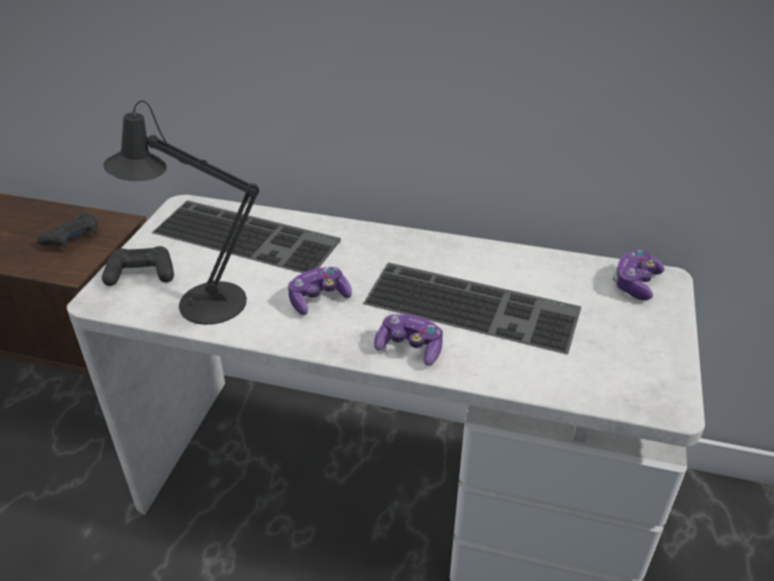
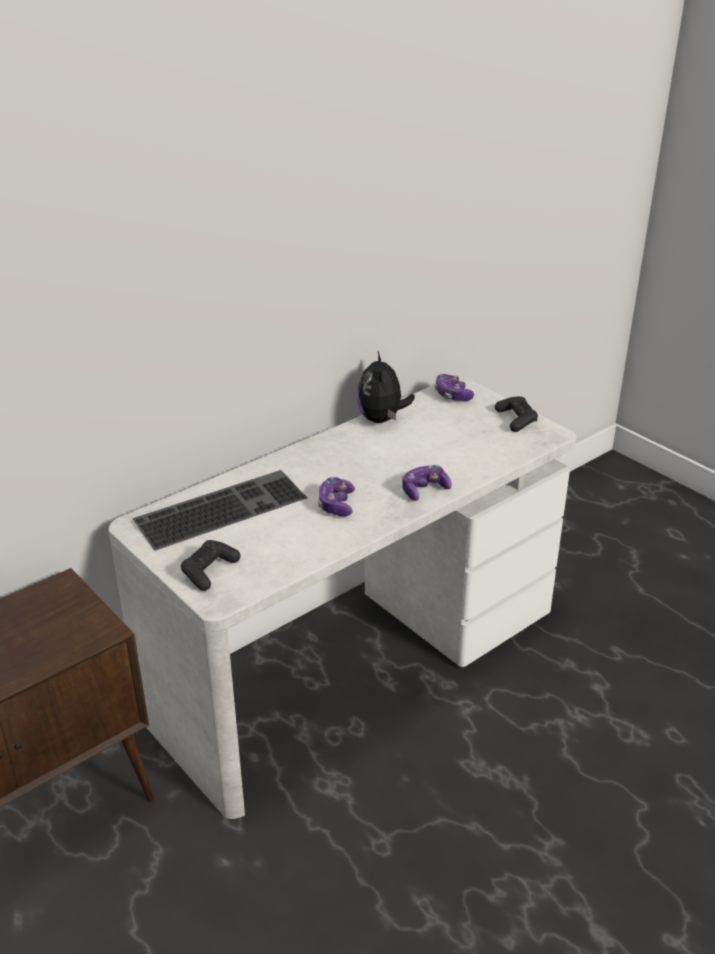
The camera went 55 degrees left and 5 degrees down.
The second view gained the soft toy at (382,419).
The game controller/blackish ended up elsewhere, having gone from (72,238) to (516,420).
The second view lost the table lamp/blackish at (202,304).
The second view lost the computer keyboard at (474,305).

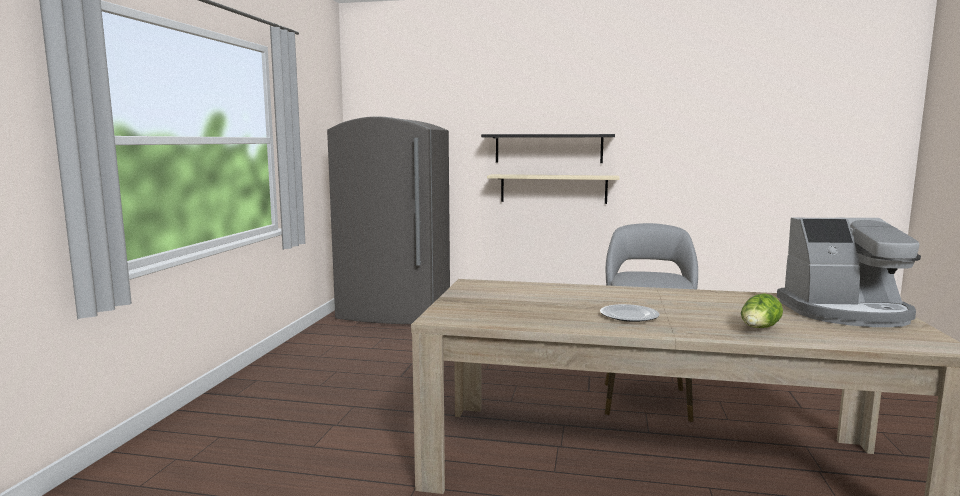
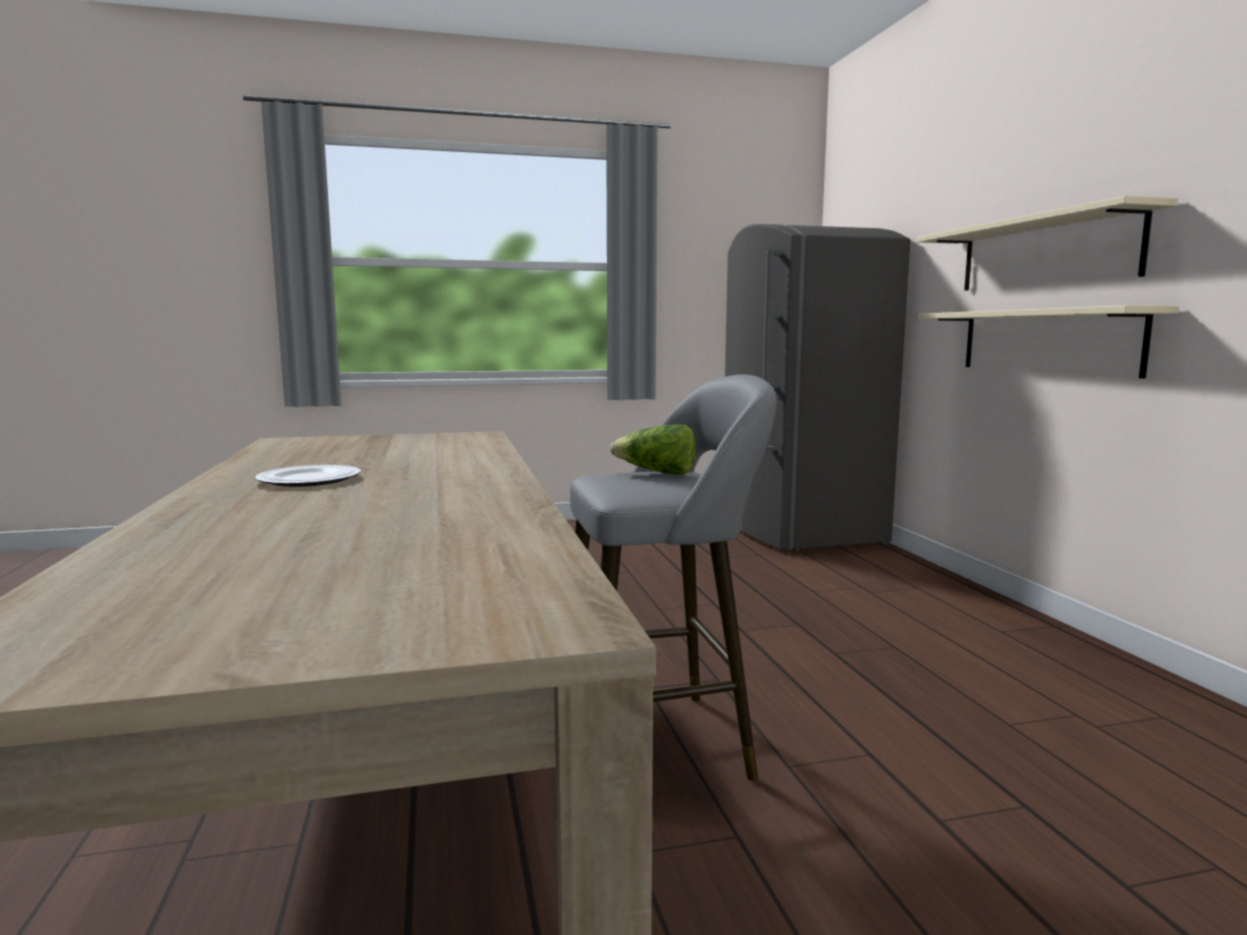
The camera went 65 degrees right and 0 degrees up.
The lettuce head ended up elsewhere, having gone from (759,329) to (657,473).
What was the bracket shelf/blackish at (548,148) turned into the bracket shelf/beige at (1045,253).
The second view lost the coffee machine at (846,312).

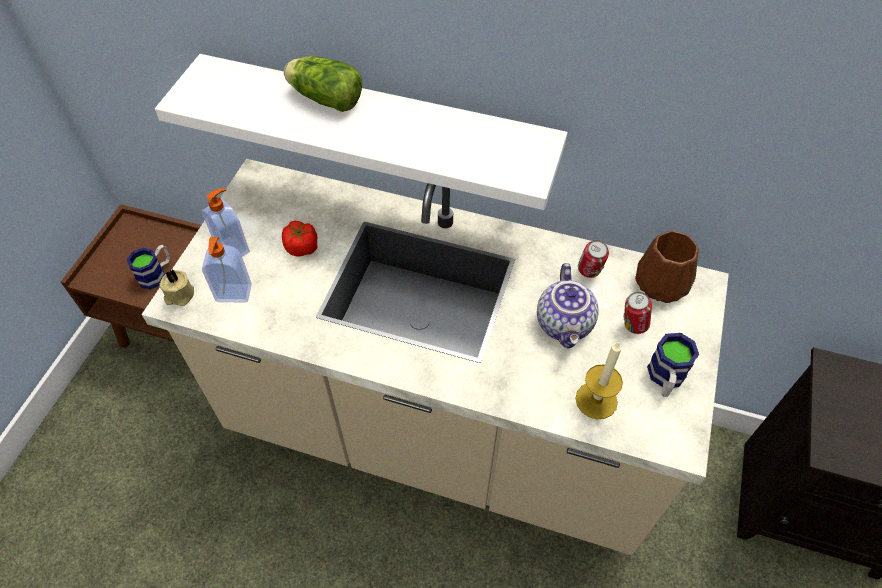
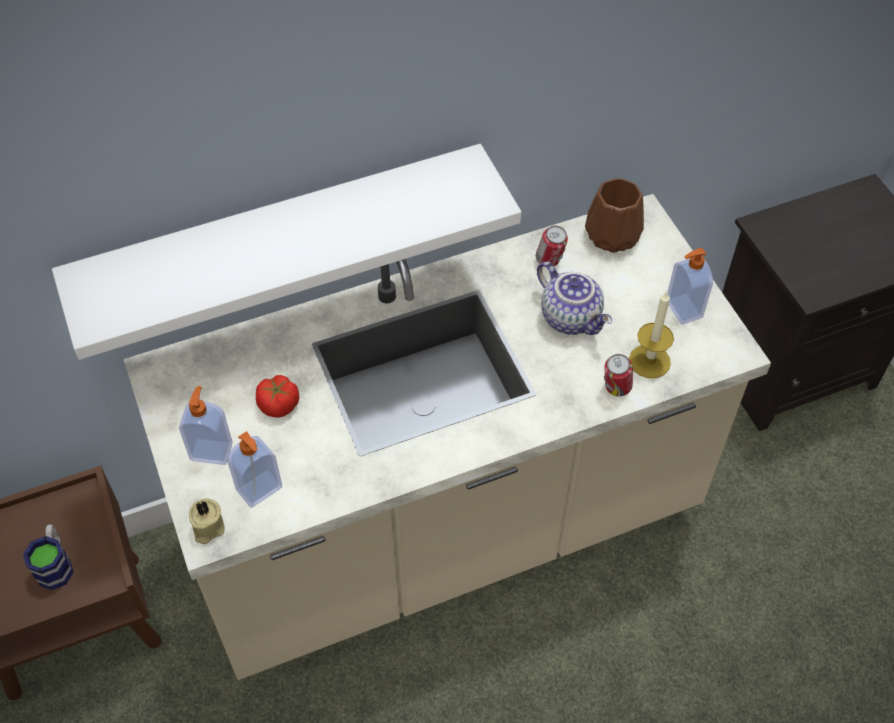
The camera went 40 degrees left and 0 degrees up.
The sealed can ended up elsewhere, having gone from (632,326) to (615,389).
Where the tea mug stood at (665,379), the soap bottle came to stand at (682,309).
The second view lost the lettuce head at (324,98).

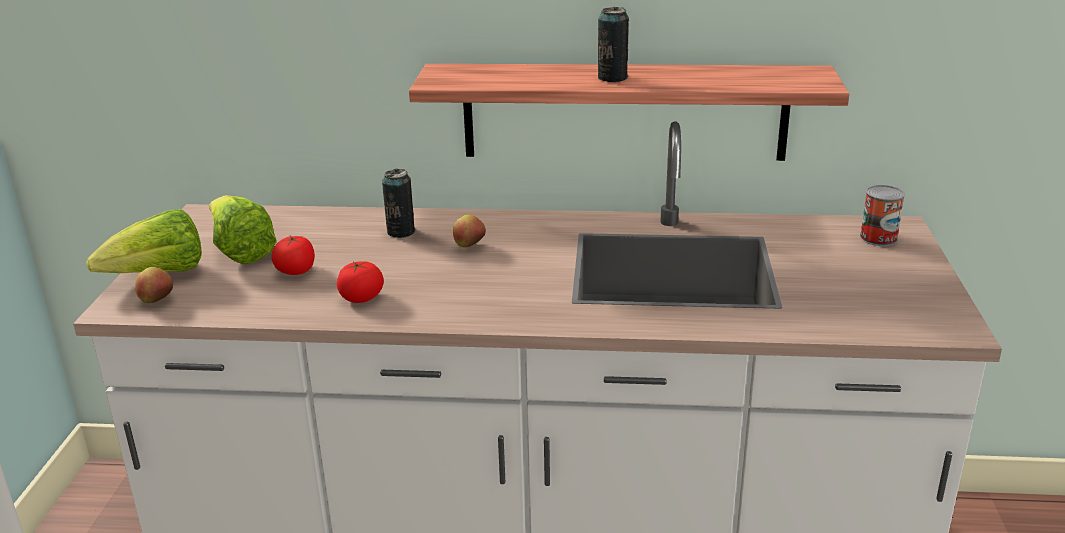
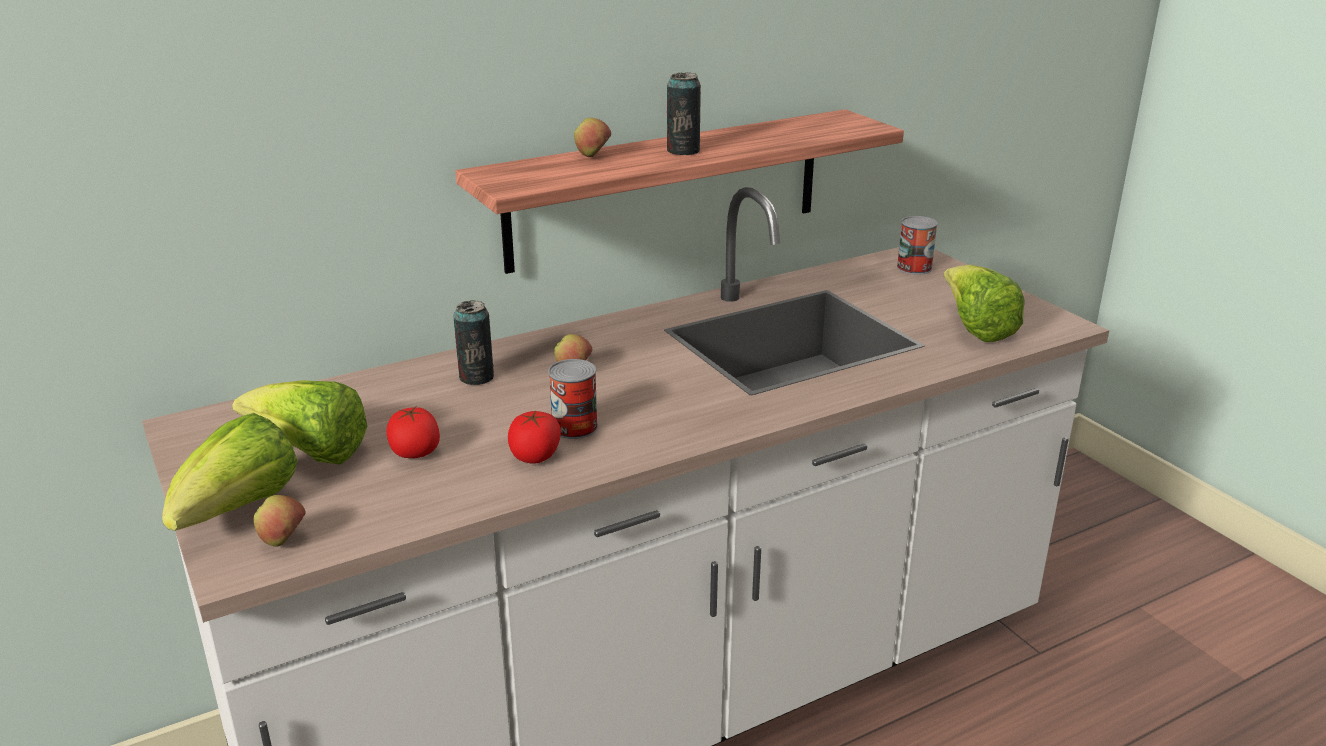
The camera went 35 degrees left and 0 degrees up.
The second view gained the sealed can at (574,427).
The second view gained the whole apple at (592,156).
The second view gained the lettuce head at (975,328).

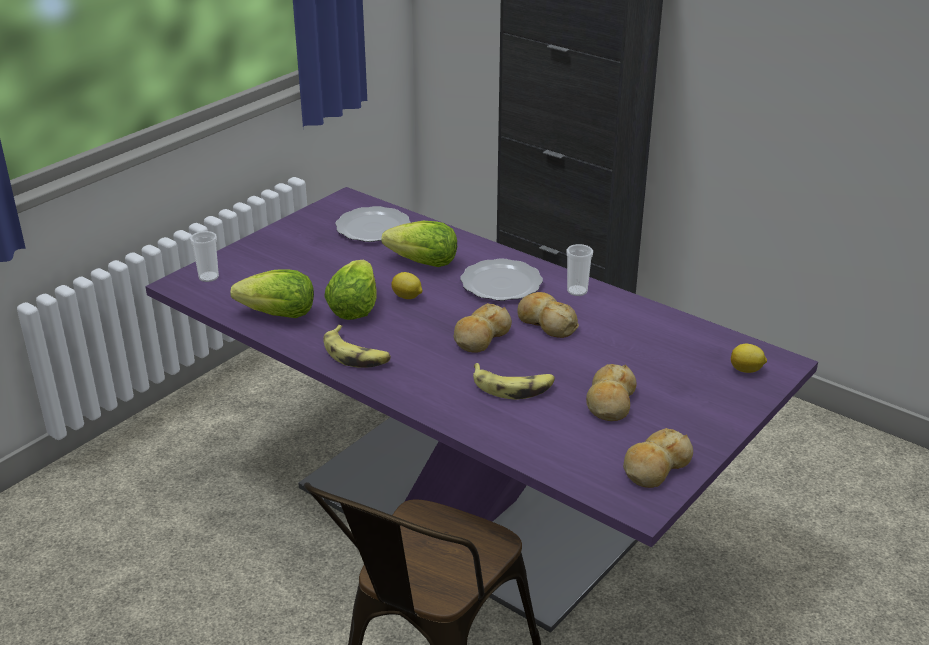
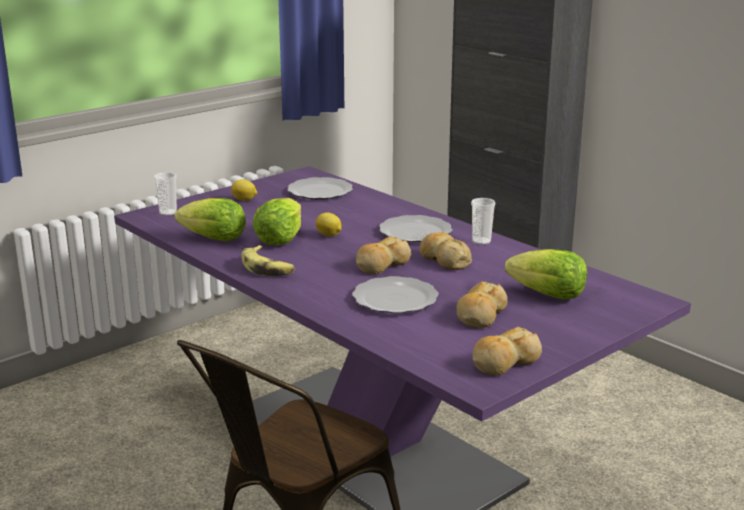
The camera went 10 degrees right and 10 degrees down.
The lemon ended up elsewhere, having gone from (746,370) to (244,200).
Where the whole banana stood at (513,387), the flat dish came to stand at (396,298).
The lettuce head ended up elsewhere, having gone from (423,263) to (548,295).

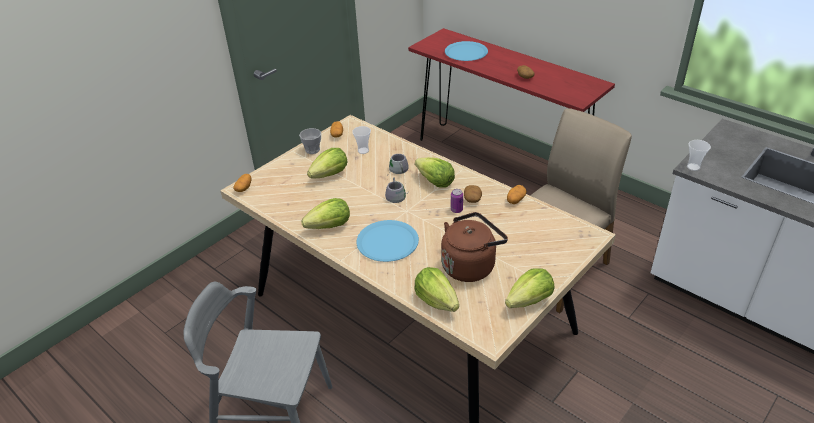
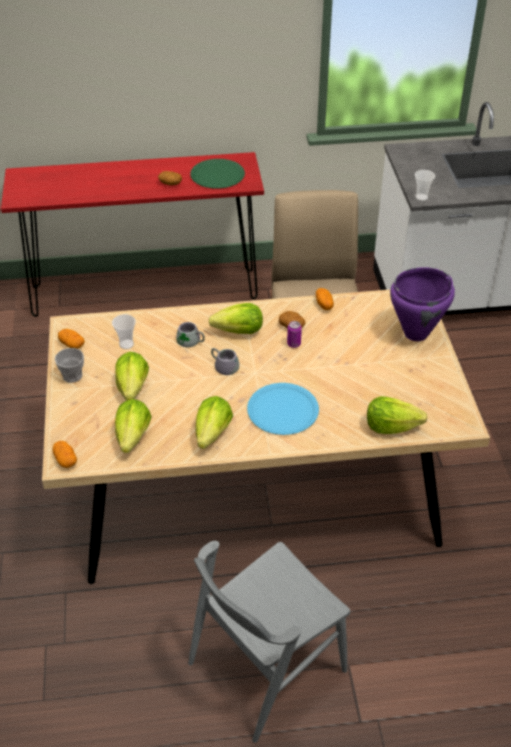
The camera went 50 degrees left and 5 degrees up.
The lettuce head ended up elsewhere, having gone from (529,301) to (133,436).
The second view gained the flat dish/green at (217,175).
The second view gained the saucepot/purple-coloured at (416,333).
The second view lost the water kettle/brown at (470,265).
The second view lost the flat dish/bluish at (466,52).

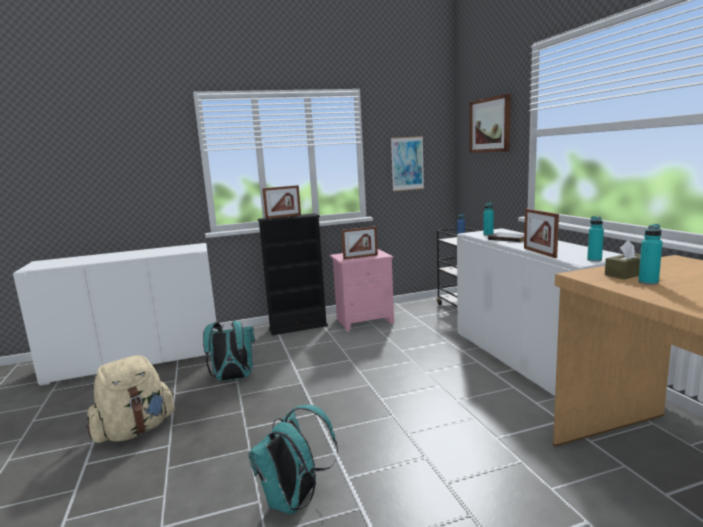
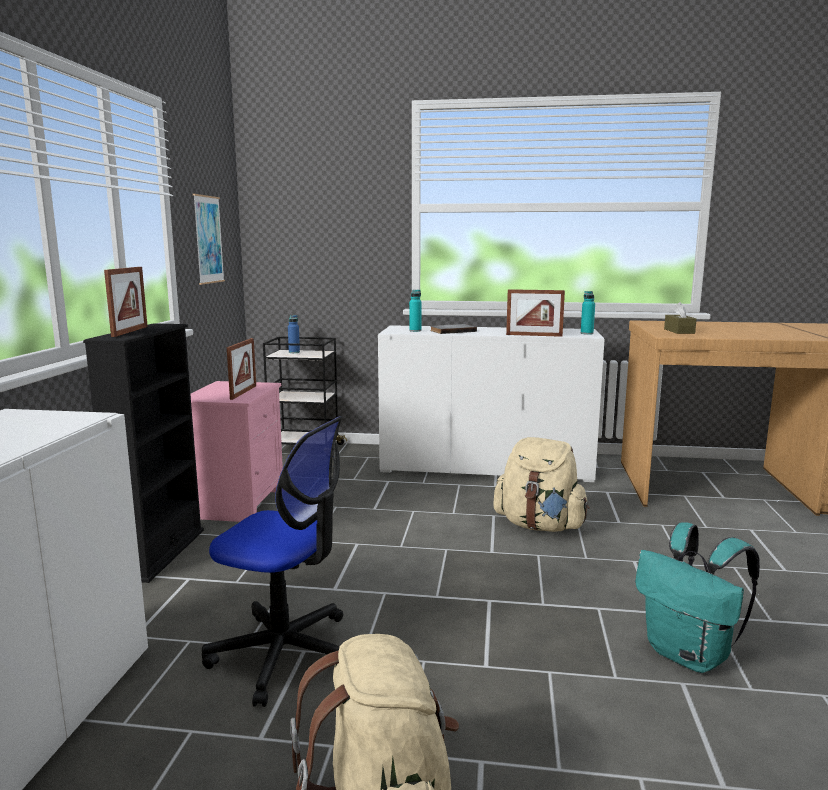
The camera went 65 degrees left and 0 degrees up.
Where the rucksack/turquoise-coloured stood at (232,378), the office chair came to stand at (285,653).
The second view gained the rucksack/beige at (540,525).
The second view lost the wall art at (490,125).
The second view lost the bottle/turquoise-coloured at (648,282).

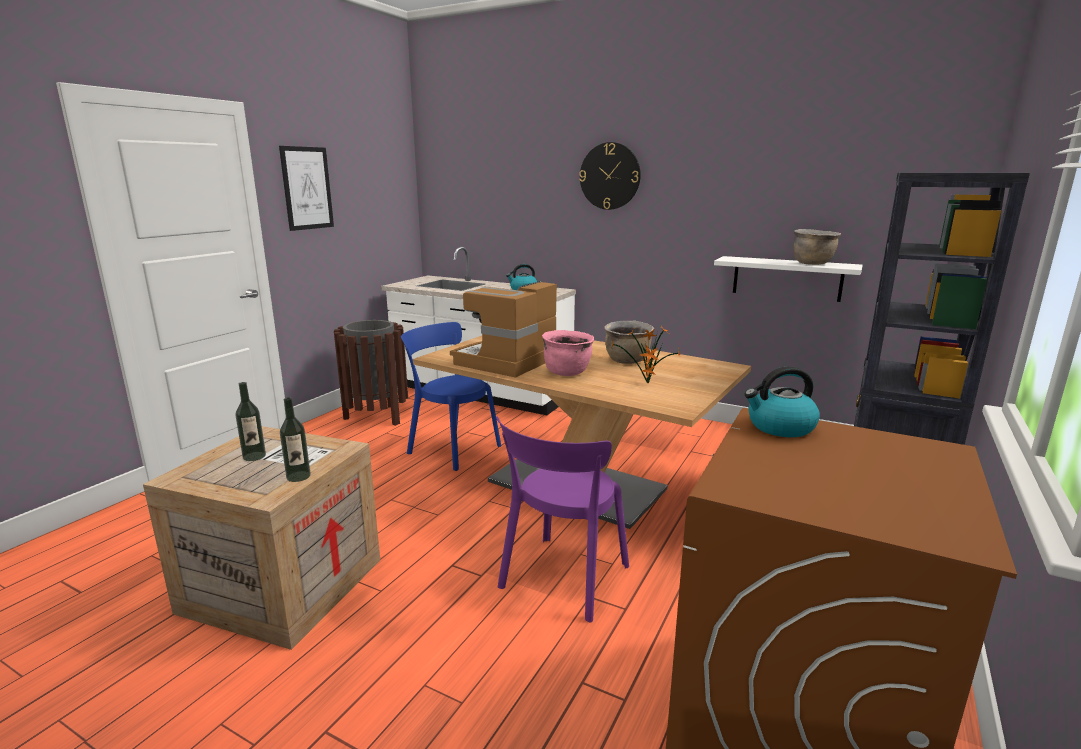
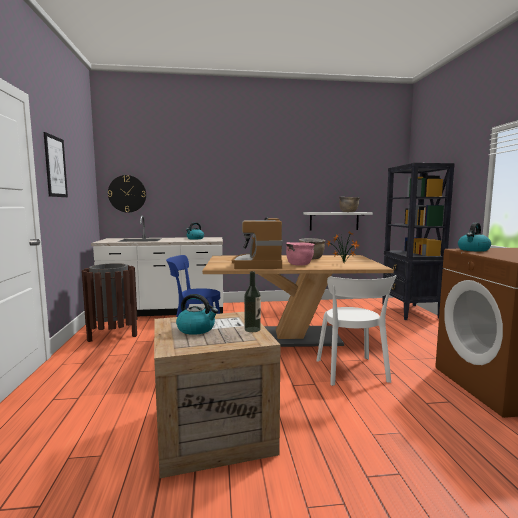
The camera went 35 degrees left and 10 degrees down.
The hanging clock ended up elsewhere, having gone from (610,176) to (127,194).
Where the bottle stood at (254,456), the water kettle came to stand at (196,329).
What was the chair/purple-coloured at (562,580) turned into the chair/white-coloured at (352,372).

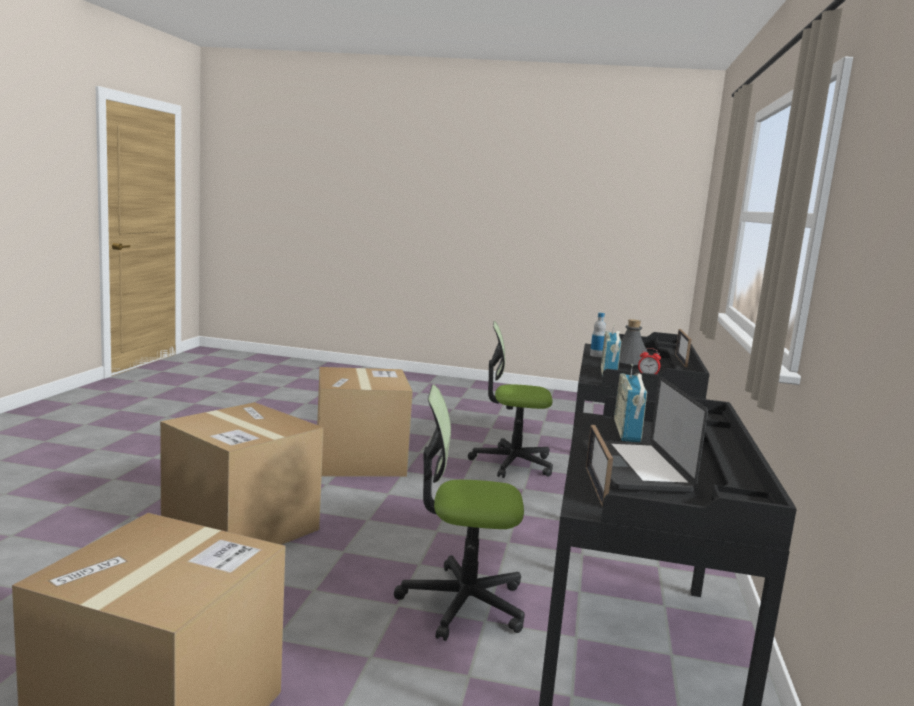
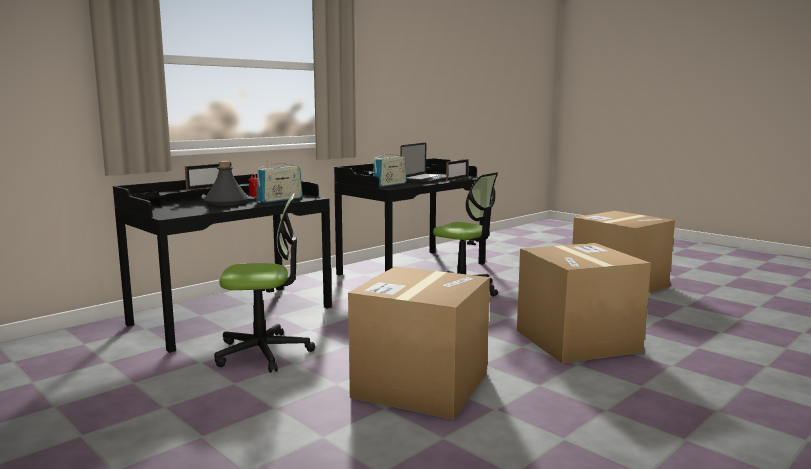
The camera went 145 degrees left and 0 degrees up.
The office chair at (512,463) ended up facing another way, 45 degrees counterclockwise from before.
The second view lost the bottle at (596,355).

